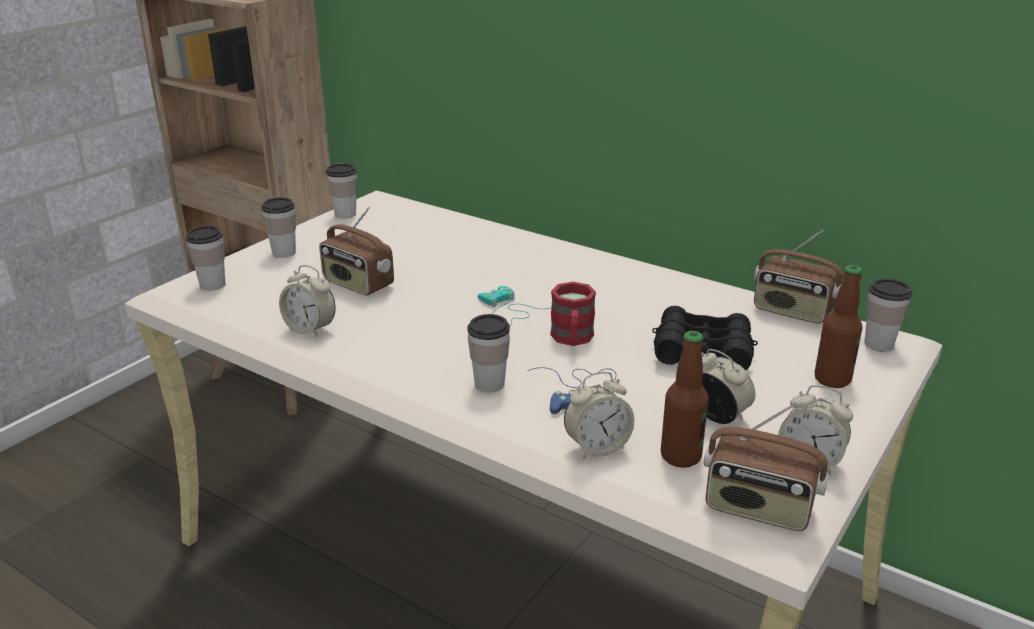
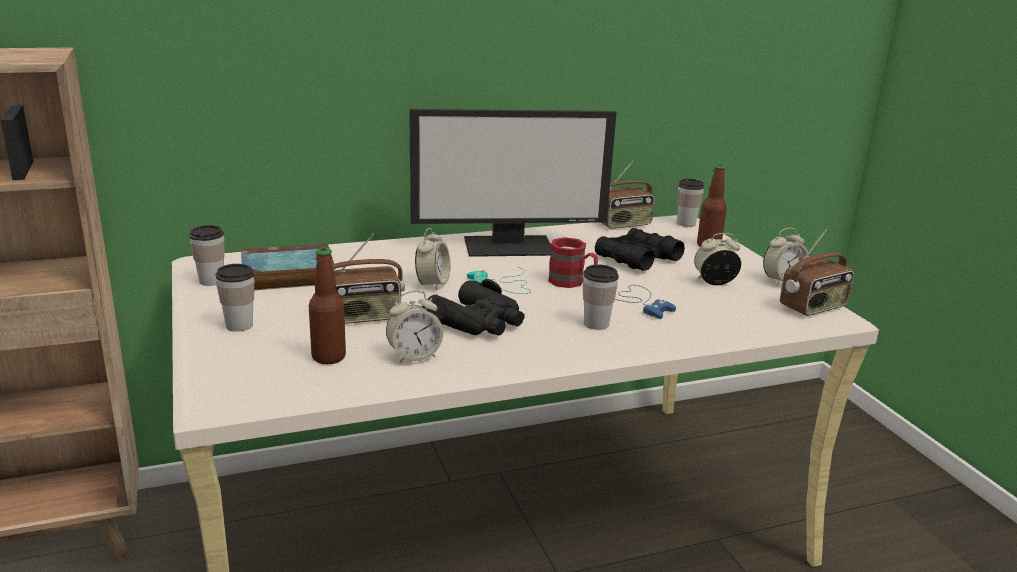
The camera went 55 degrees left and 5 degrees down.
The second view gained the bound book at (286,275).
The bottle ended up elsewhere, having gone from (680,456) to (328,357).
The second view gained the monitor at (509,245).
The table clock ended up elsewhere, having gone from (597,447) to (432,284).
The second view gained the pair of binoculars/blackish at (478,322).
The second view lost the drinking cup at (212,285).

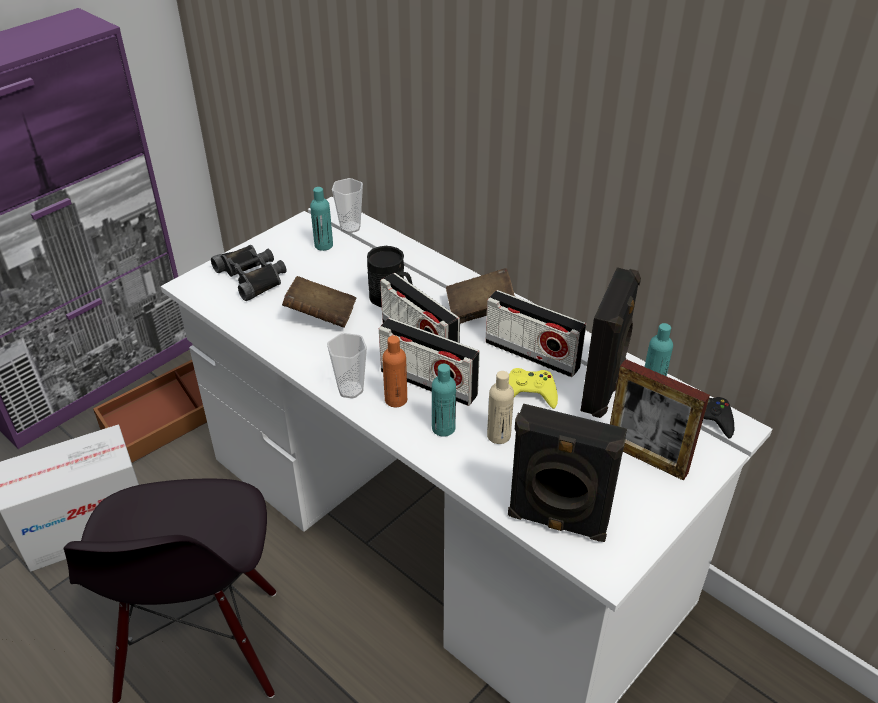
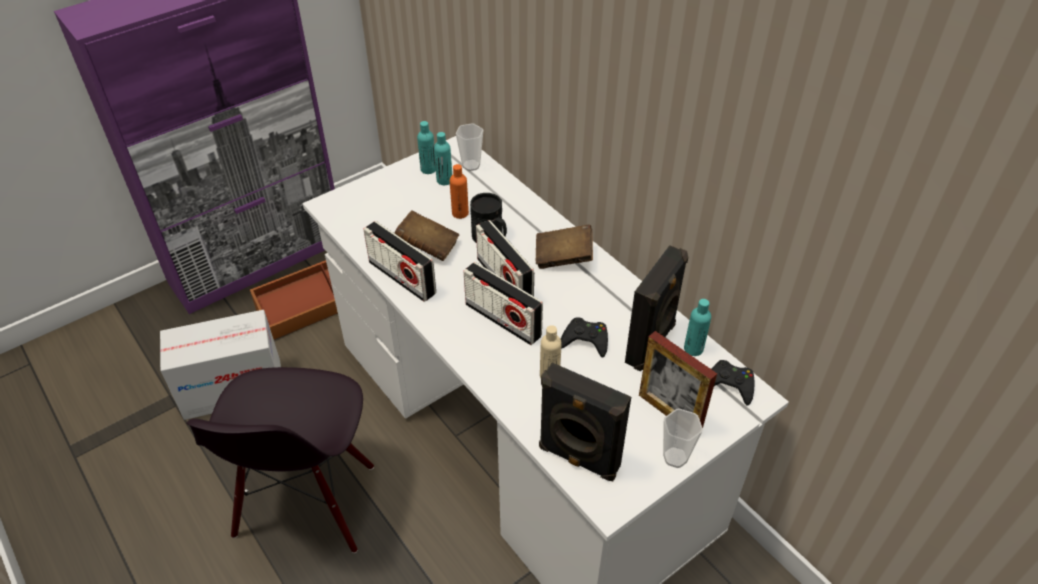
The camera went 10 degrees right and 5 degrees up.
The radio set ended up elsewhere, having gone from (532,354) to (402,278).
The bottle/turquoise-coloured ended up elsewhere, having gone from (443,428) to (428,169).
The bottle/orange-coloured ended up elsewhere, having gone from (396,400) to (460,213).
What was the game controller/yellowish at (529,393) turned into the game controller/blackish at (585,340).
The drinking cup ended up elsewhere, having gone from (350,390) to (675,457).
The second view lost the pair of binoculars/blackish at (252,276).

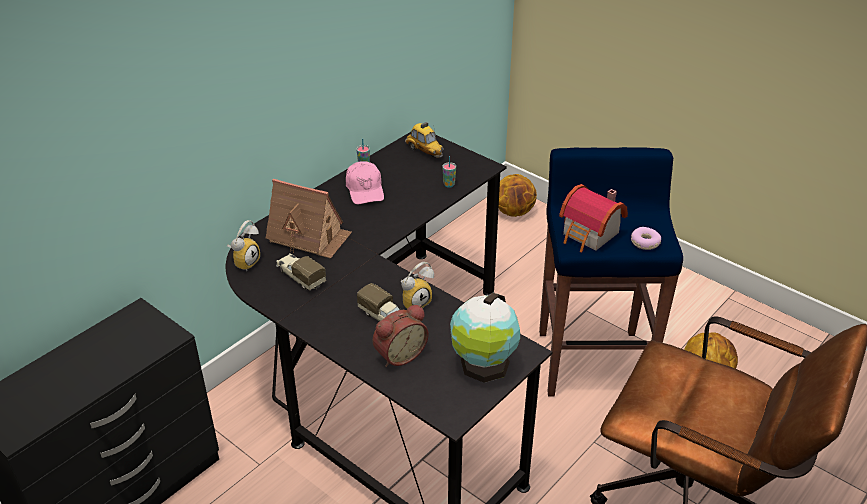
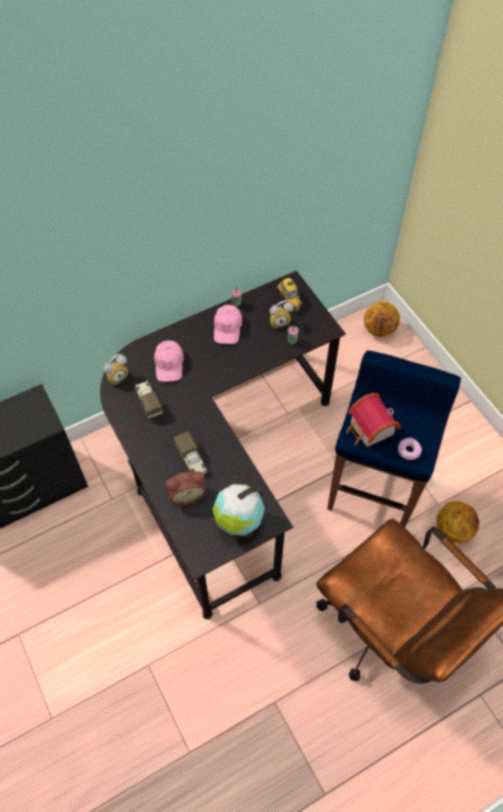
The camera went 20 degrees right and 20 degrees up.
Where the model house stood at (309,237), the cap/pink-coloured came to stand at (169,364).
The table clock ended up elsewhere, having gone from (415,302) to (279,321).

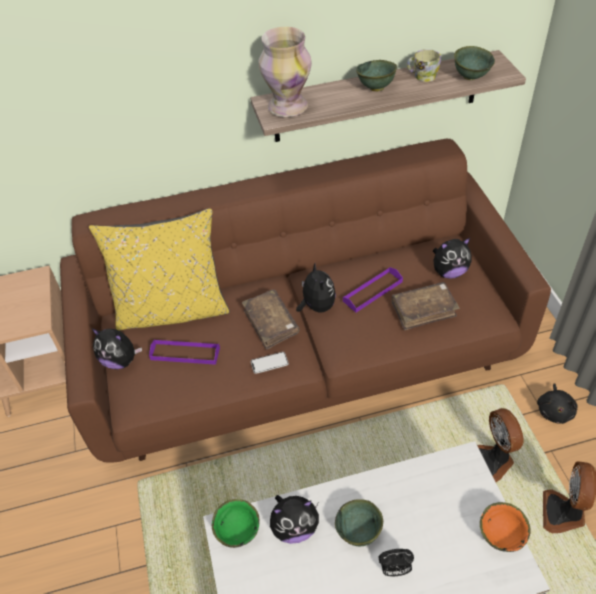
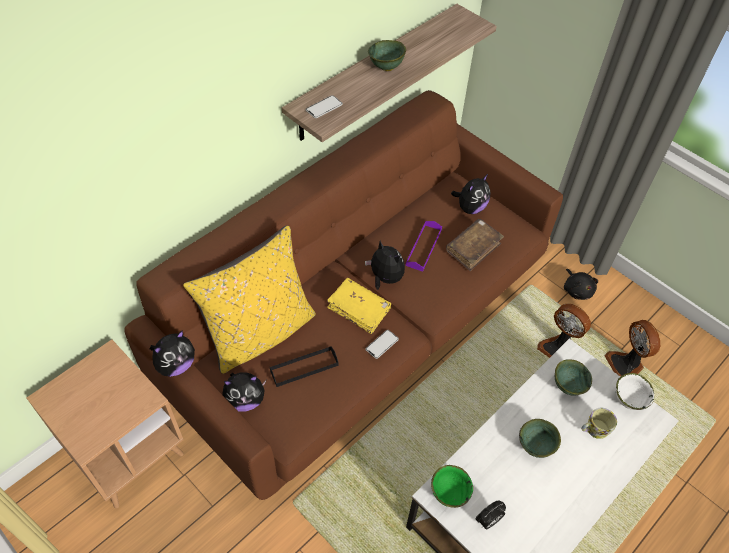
The camera went 35 degrees left and 5 degrees up.
The soft toy ended up elsewhere, having gone from (295,527) to (176,365).
What was the serving tray/purple-coloured at (185,353) turned into the serving tray/blackish at (304,367).
Where the decorative vase stood at (287,106), the telephone came to stand at (324,107).
What was the bound book/brown at (271,323) turned into the bound book/yellowish at (359,309).
The table clock ended up elsewhere, having gone from (394,569) to (488,521).
The serving bowl/green ended up elsewhere, having gone from (471,77) to (567,385).
The tea mug ended up elsewhere, having gone from (422,76) to (594,429).
What was the serving bowl/orange-coloured at (501,536) turned into the serving bowl/white-coloured at (628,399).

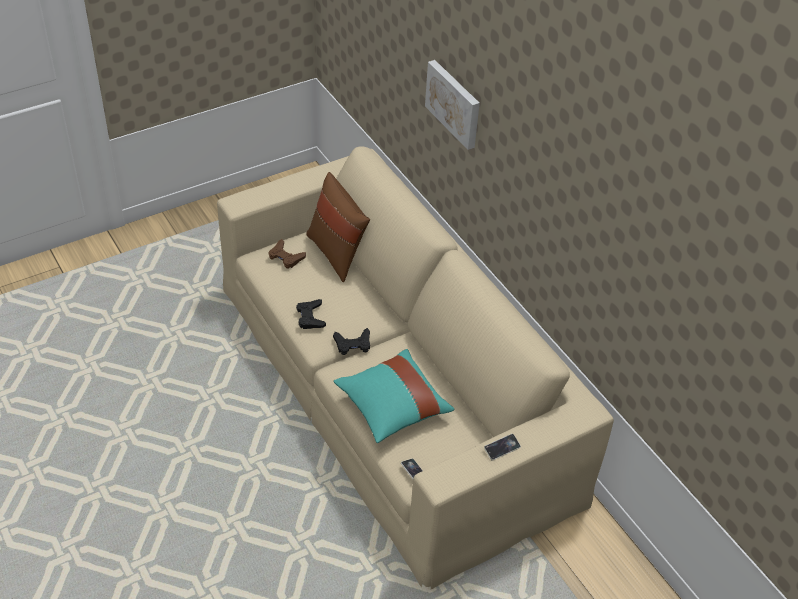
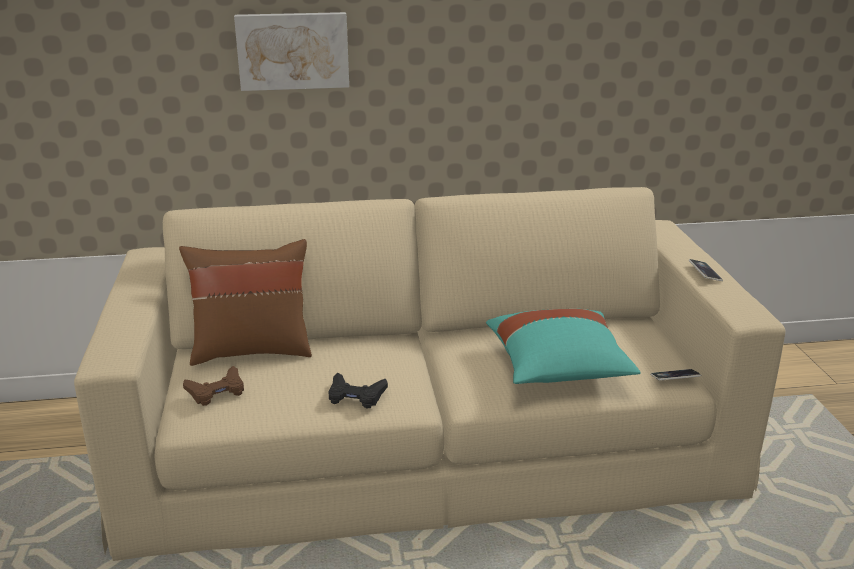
The camera went 65 degrees left and 20 degrees down.
The second view lost the game controller/blackish at (353,344).

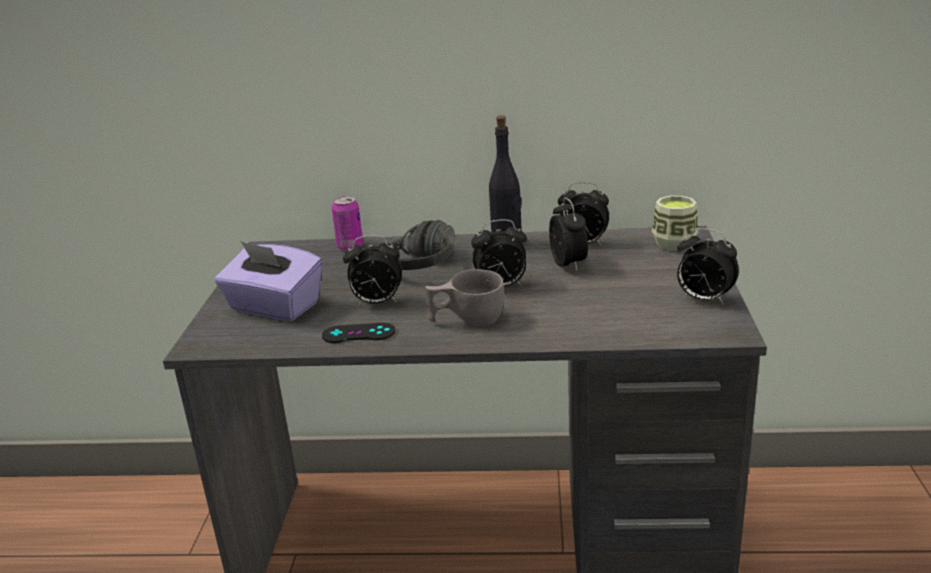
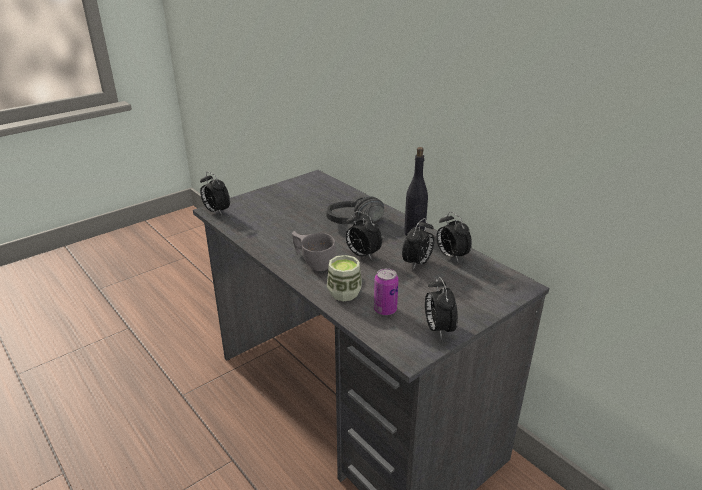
The camera went 45 degrees right and 5 degrees up.
The table clock ended up elsewhere, having gone from (377,303) to (216,211).
The drinking cup ended up elsewhere, having gone from (674,244) to (344,293).
The sealed can ended up elsewhere, having gone from (350,247) to (385,310).
The second view lost the box of tissues/purple-coloured at (274,307).
The second view lost the game controller/blackish at (358,333).

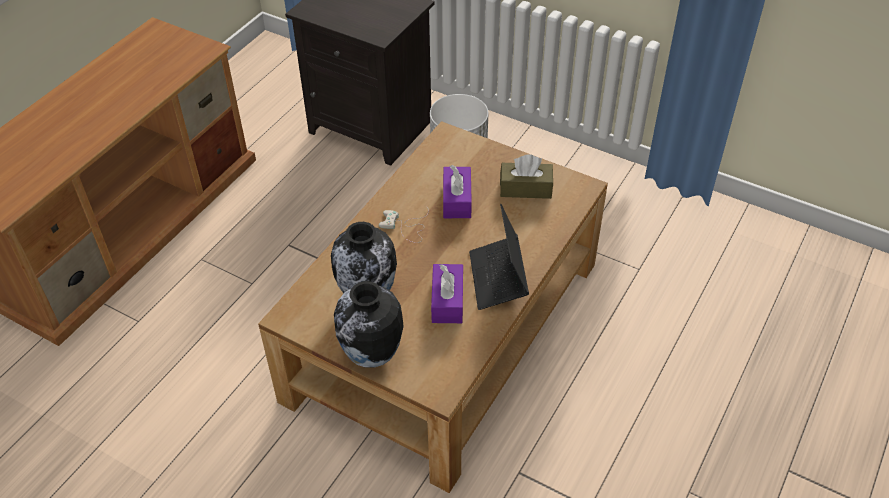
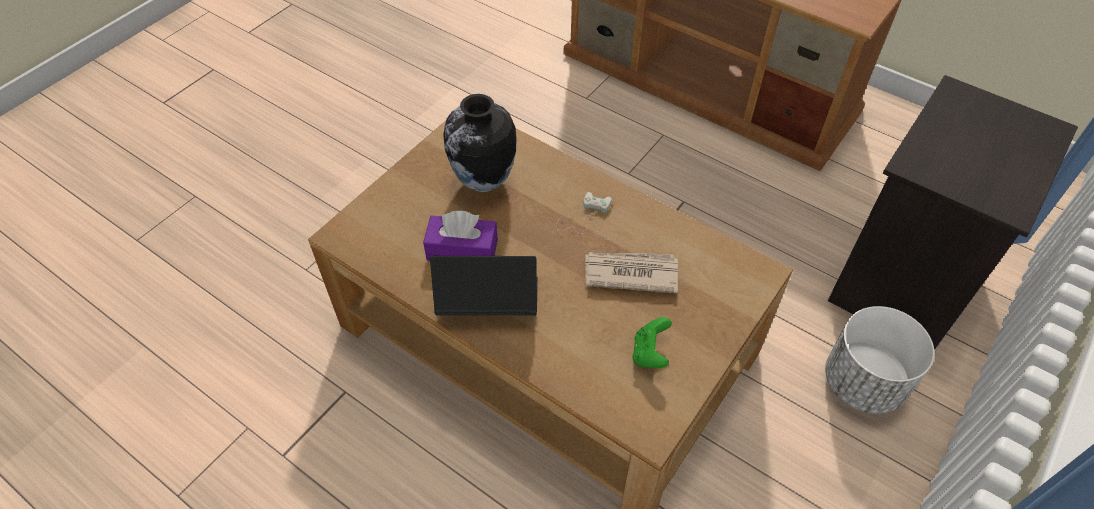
The camera went 95 degrees right and 5 degrees up.
Where the box of tissues/purple-coloured stood at (457,200), the newspaper came to stand at (630,273).
Where the box of tissues/brown stood at (525,188), the game controller/green came to stand at (650,353).
The second view lost the decorative vase at (371,357).

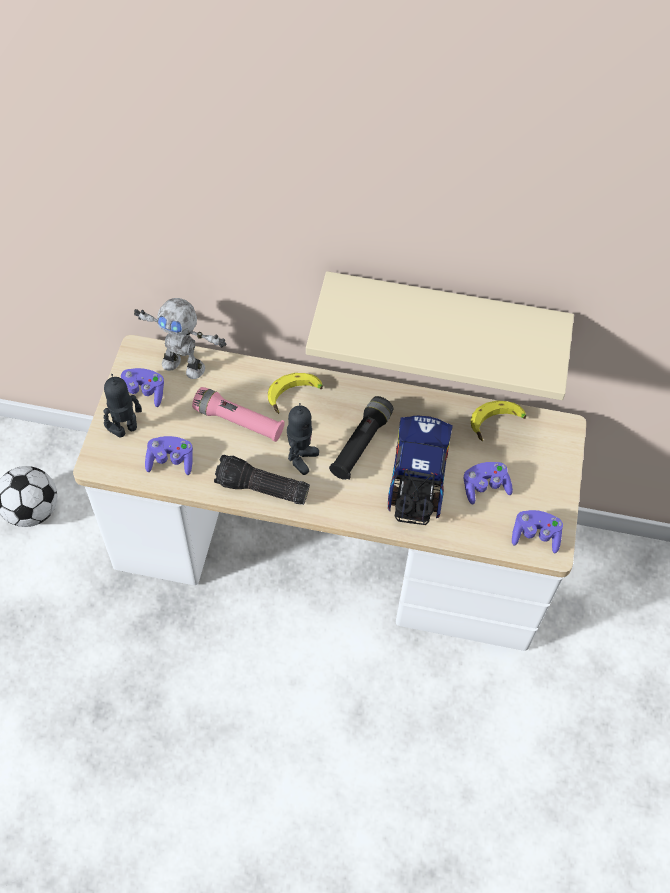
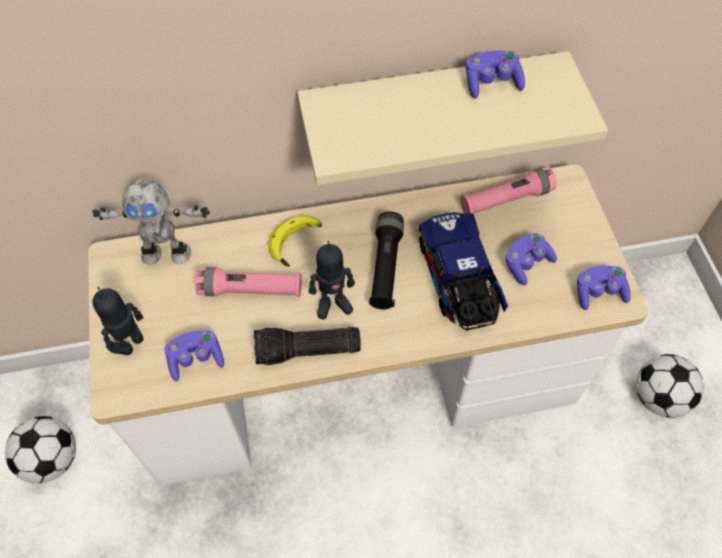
The camera went 20 degrees left and 0 degrees up.
The toy robot at (301,458) ended up facing another way, 75 degrees clockwise from before.
Where the whole banana stood at (497,425), the torch/pink-coloured came to stand at (505,200).
The game controller/purple-coloured ended up elsewhere, having gone from (143,393) to (491,83).
The second view gained the football at (658,397).

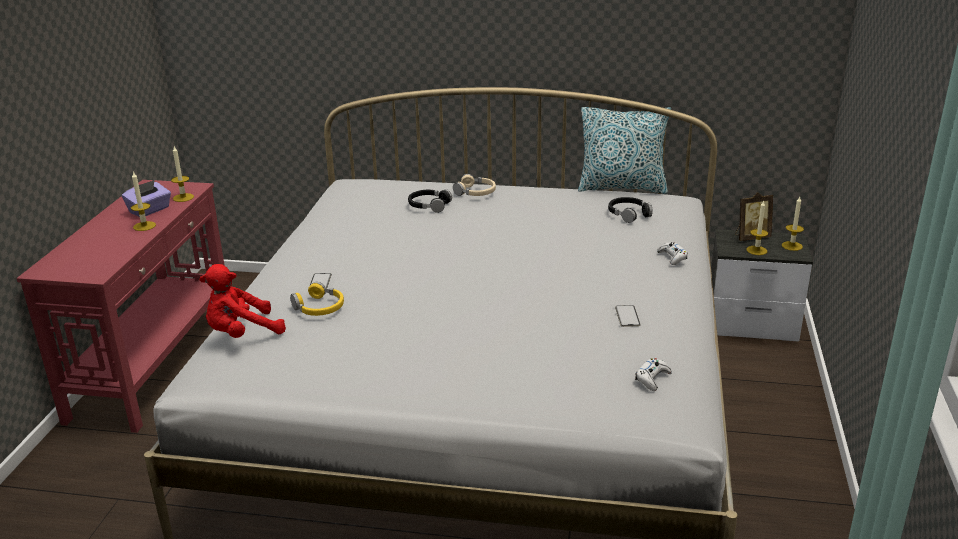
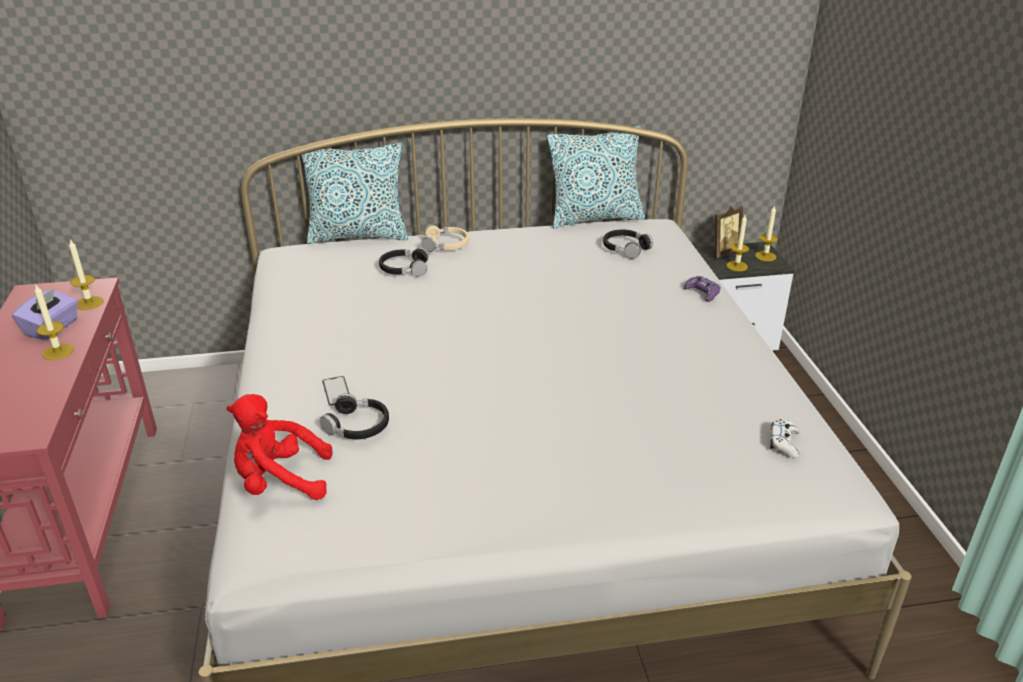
The camera went 20 degrees left and 5 degrees up.
The soft toy/reddish at (242,333) ended up facing another way, 45 degrees clockwise from before.
The second view gained the cushion at (358,235).
What was the headphones/yellowish at (319,308) turned into the headphones/blackish at (357,426).
What was the game controller/white-coloured at (672,257) turned into the game controller/purple-coloured at (702,292).
The second view lost the telephone at (627,316).

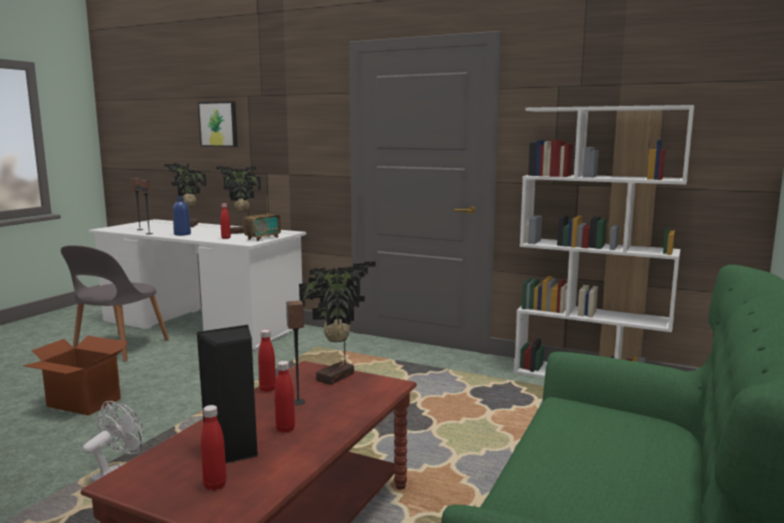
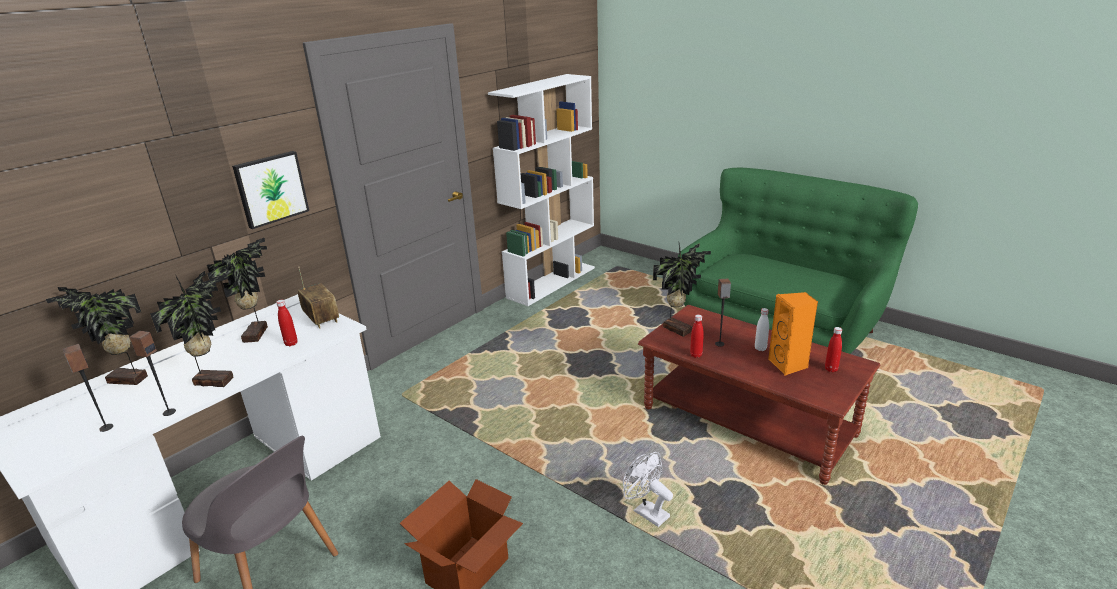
The camera went 75 degrees left and 15 degrees up.
Where the bottle/bluish stood at (182,234), the potted plant came to stand at (214,380).
The wall art ended up elsewhere, having gone from (219,124) to (271,188).
What was the bottle/reddish at (285,429) turned into the bottle/white-coloured at (760,348).
What was the loudspeaker/blackish at (233,449) turned into the loudspeaker/orange-coloured at (789,365).

